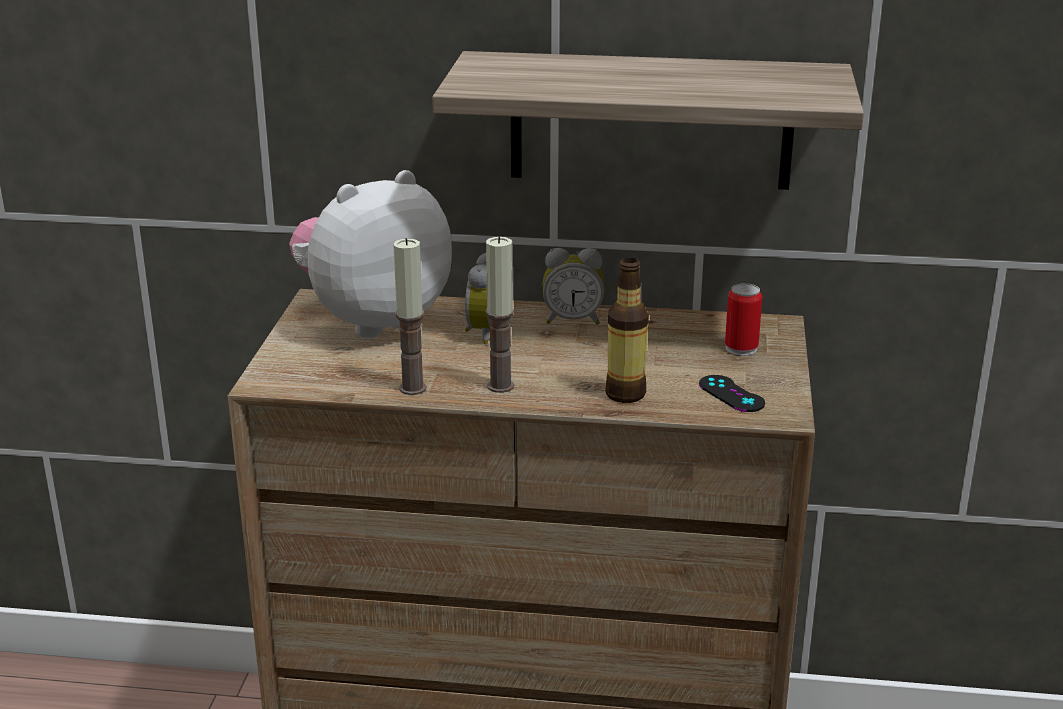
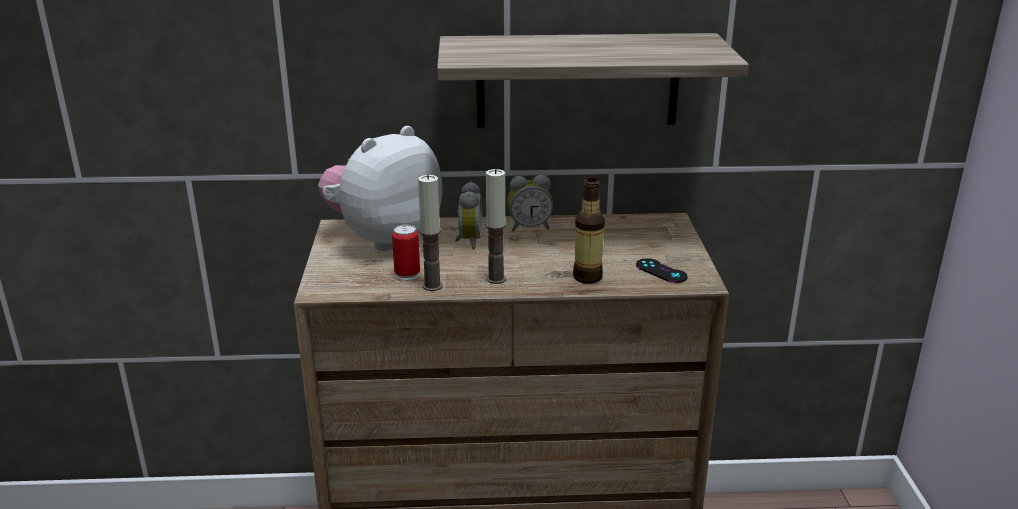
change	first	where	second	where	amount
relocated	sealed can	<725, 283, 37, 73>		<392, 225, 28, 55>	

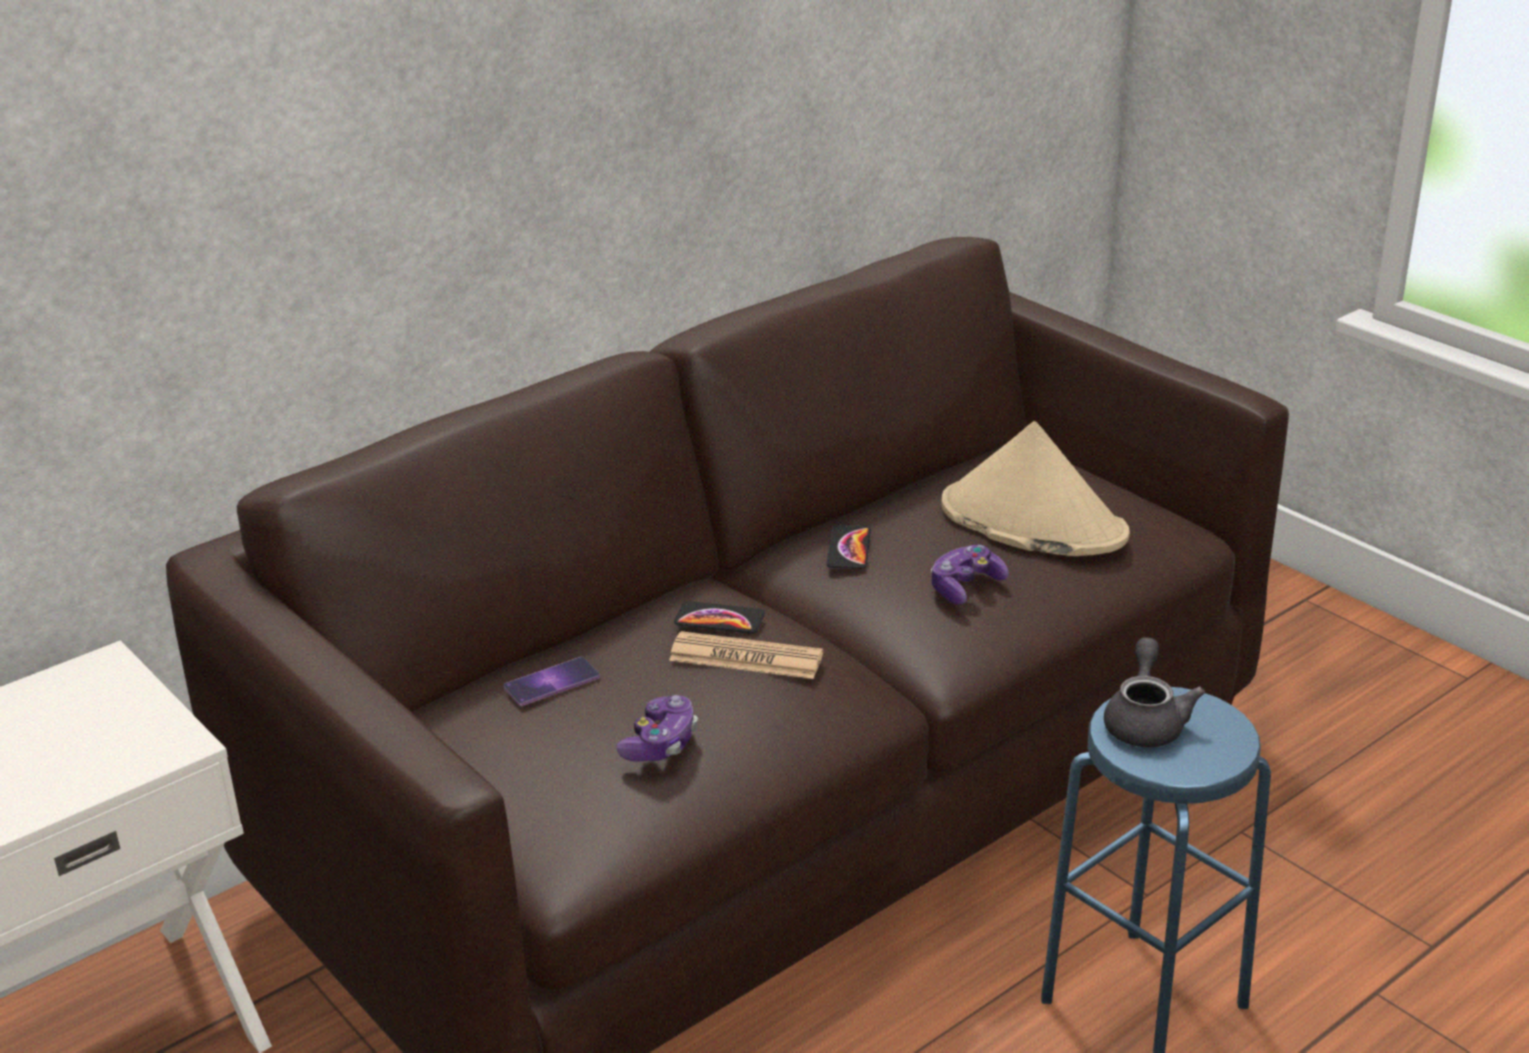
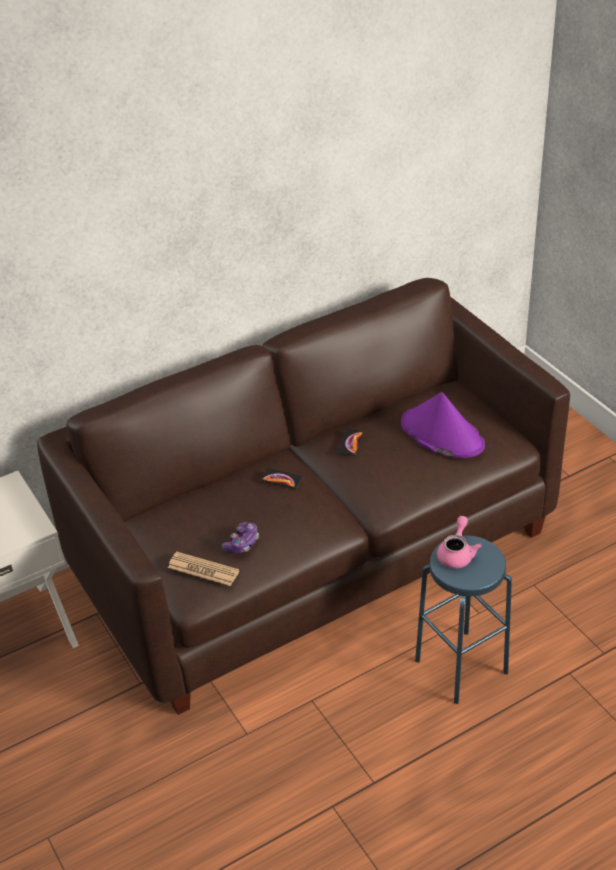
change	first	where	second	where	amount
missing	telephone	<504, 657, 96, 49>			
missing	gamepad	<931, 545, 78, 59>			
relocated	daily paper	<669, 631, 154, 48>		<168, 552, 71, 34>	
colour	wearable hat/sand-coloured	<941, 421, 189, 135>	wearable hat/purple	<401, 392, 84, 66>	
colour	tea pot/grey	<1104, 637, 101, 110>	tea pot/pink	<437, 516, 45, 53>	

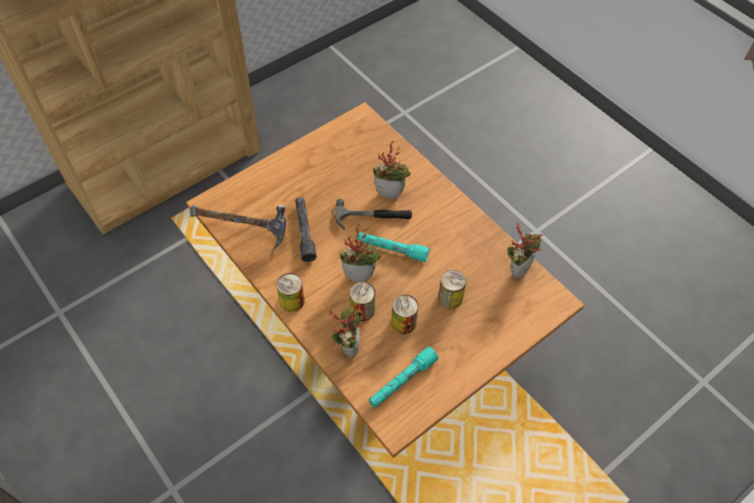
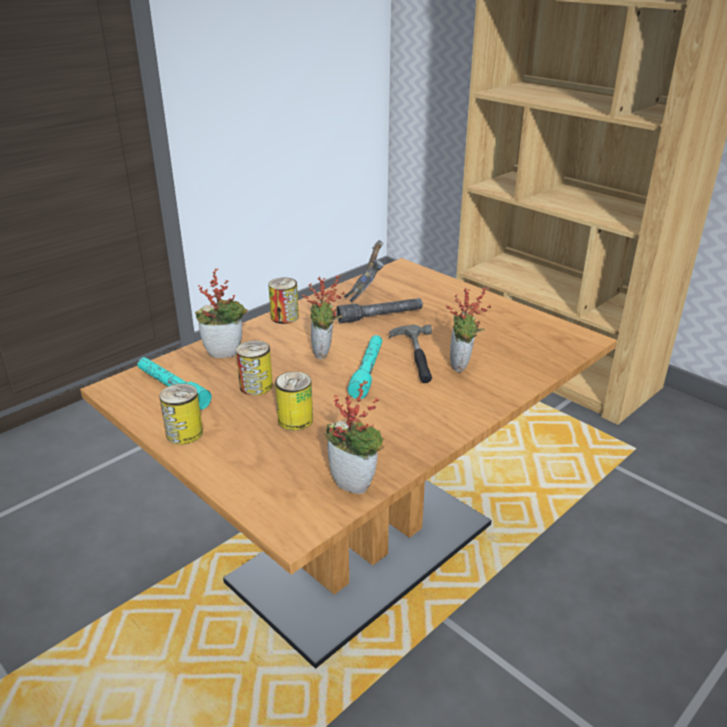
change	first	where	second	where	amount
relocated	sealed can	<350, 282, 25, 39>		<159, 384, 44, 61>	

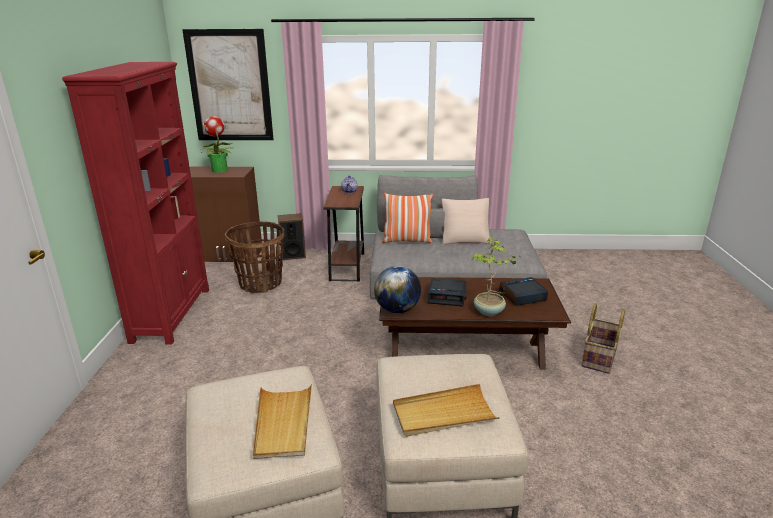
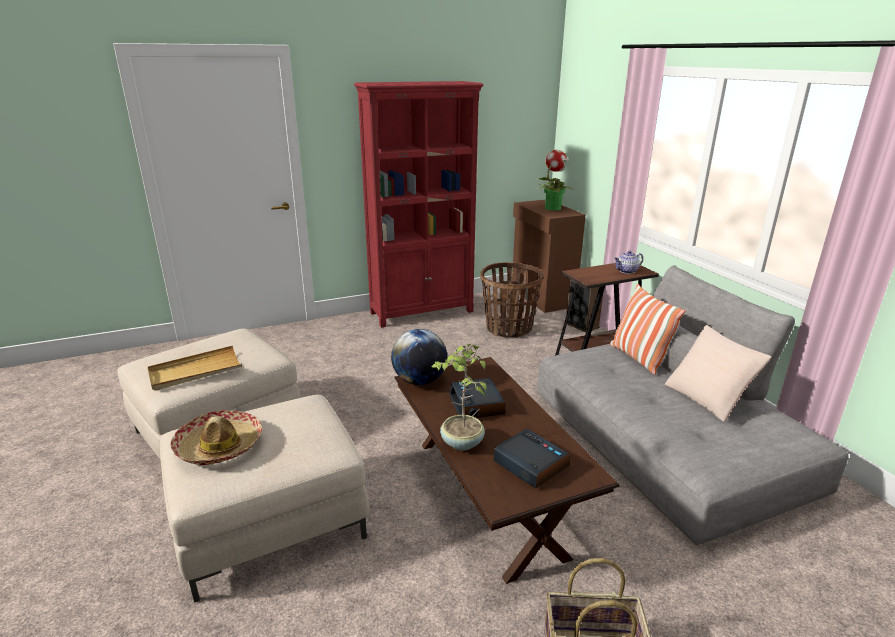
change	first	where	second	where	amount
missing	wall art	<182, 29, 92, 111>			
exchanged	carrying tray/sand-coloured	<393, 384, 107, 53>	wearable hat	<170, 410, 92, 55>	

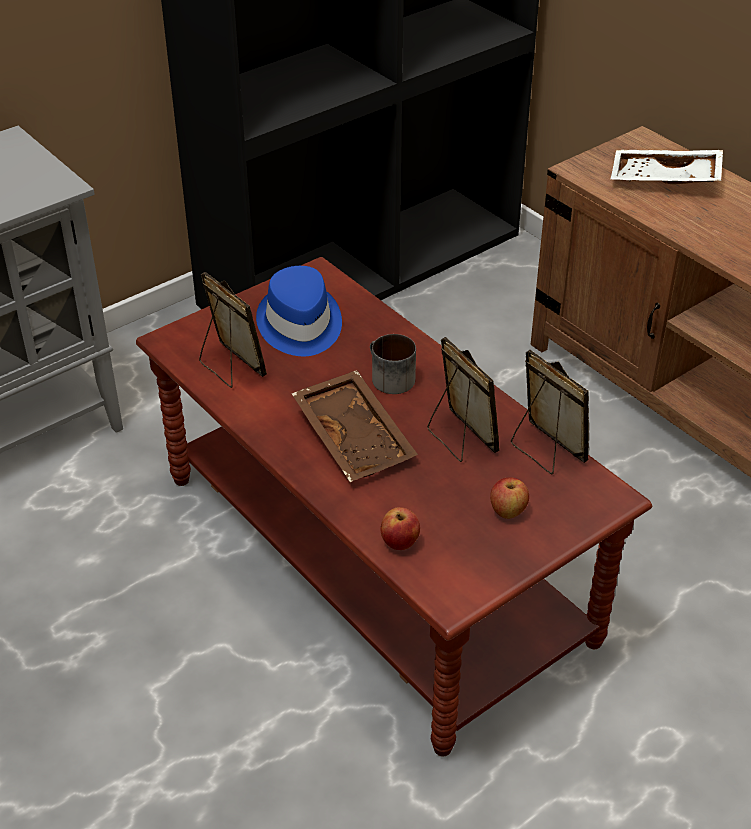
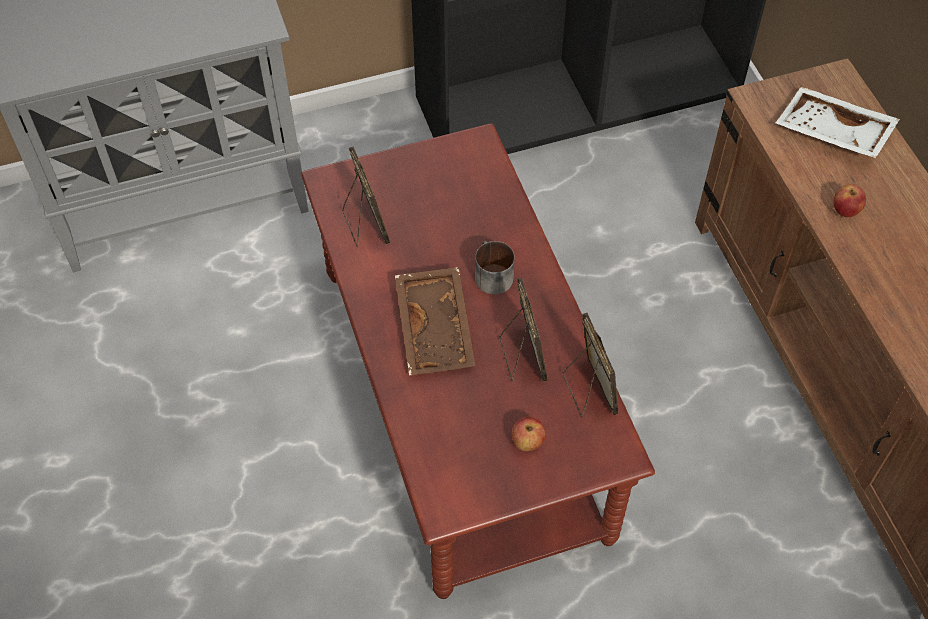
change	first	where	second	where	amount
missing	wearable hat/bluish	<256, 266, 86, 90>			
relocated	apple	<381, 507, 39, 43>		<833, 184, 33, 33>	

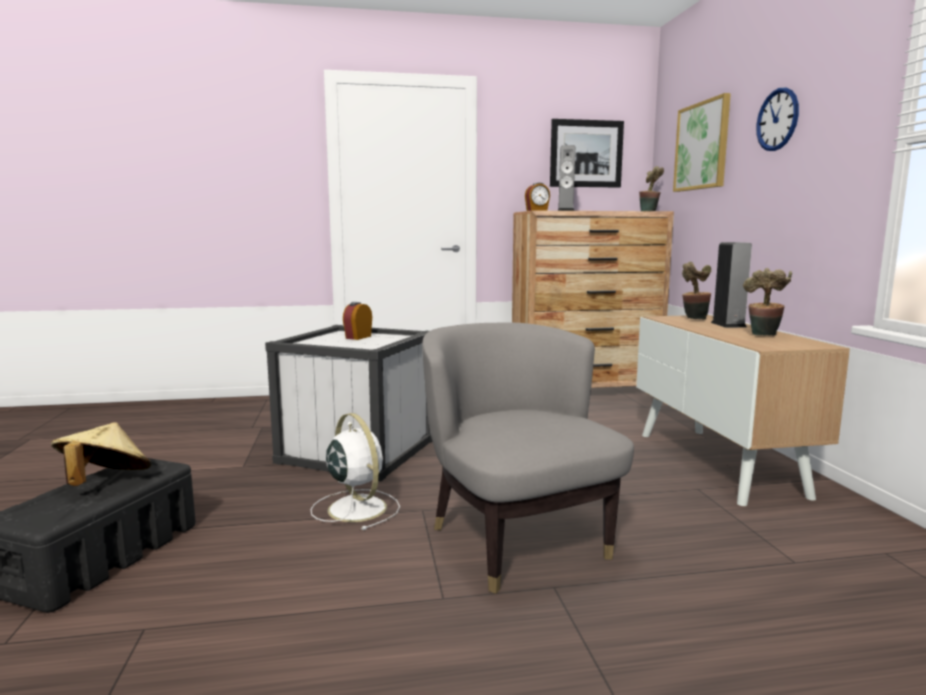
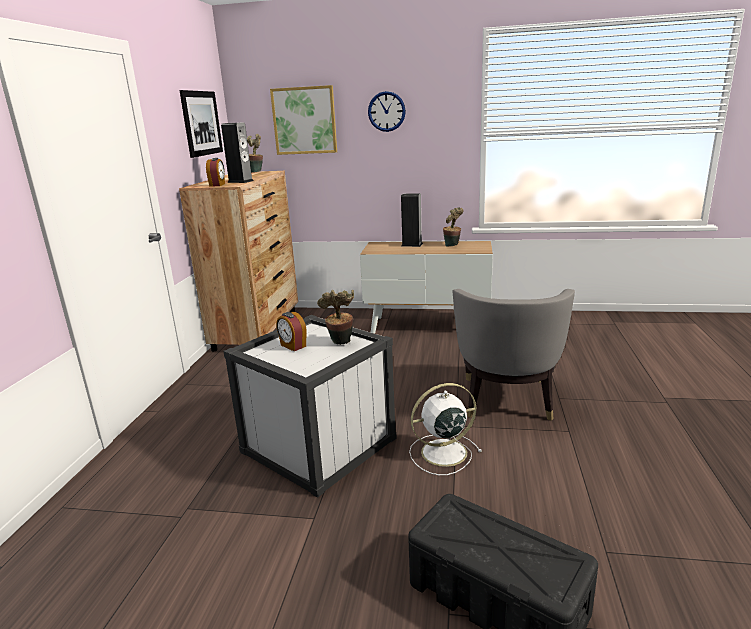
change	first	where	second	where	amount
missing	wearable hat/sand-coloured	<51, 422, 101, 64>			
relocated	plant in a pot	<682, 262, 30, 58>		<317, 290, 37, 55>	
spun	easy chair/grey	<422, 322, 212, 272>		<452, 289, 123, 132>	75 degrees counterclockwise

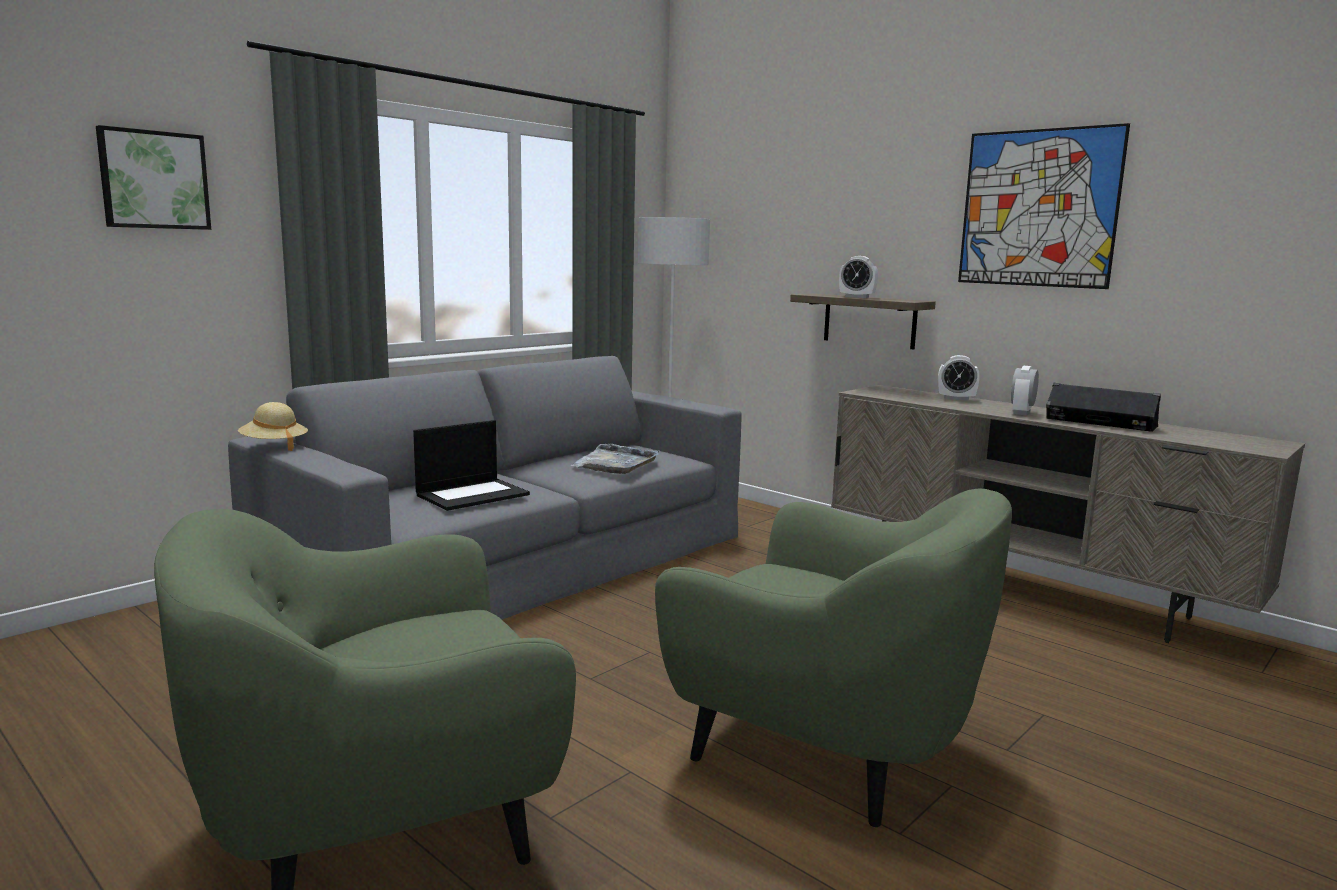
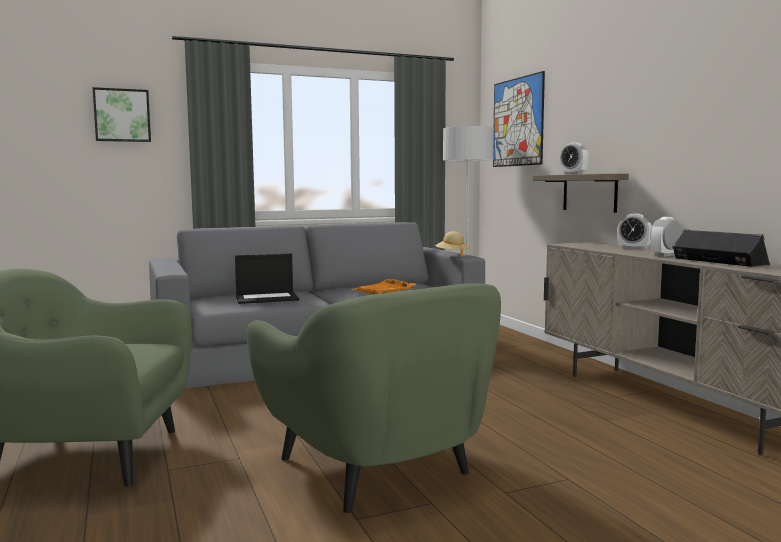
change	first	where	second	where	amount
relocated	wearable hat/sand-coloured	<238, 402, 70, 49>		<435, 231, 35, 26>	
relocated	wall art	<958, 123, 172, 166>		<493, 71, 52, 96>	
colour	carrying tray/grey	<570, 444, 90, 30>	carrying tray/orangey	<353, 279, 63, 15>	

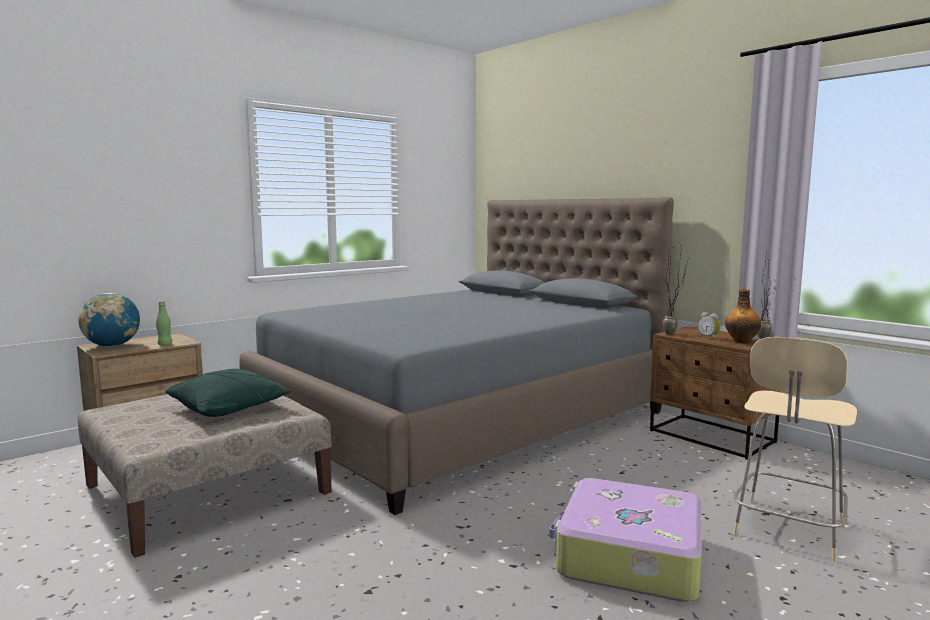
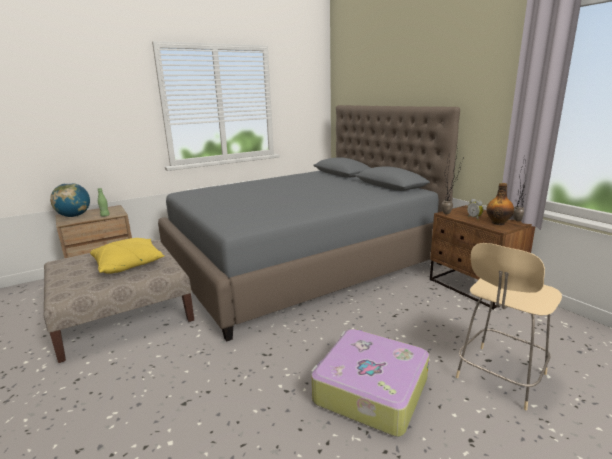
change	first	where	second	where	amount
colour	pillow/greenish	<165, 369, 127, 48>	pillow/yellowish	<90, 238, 75, 36>	

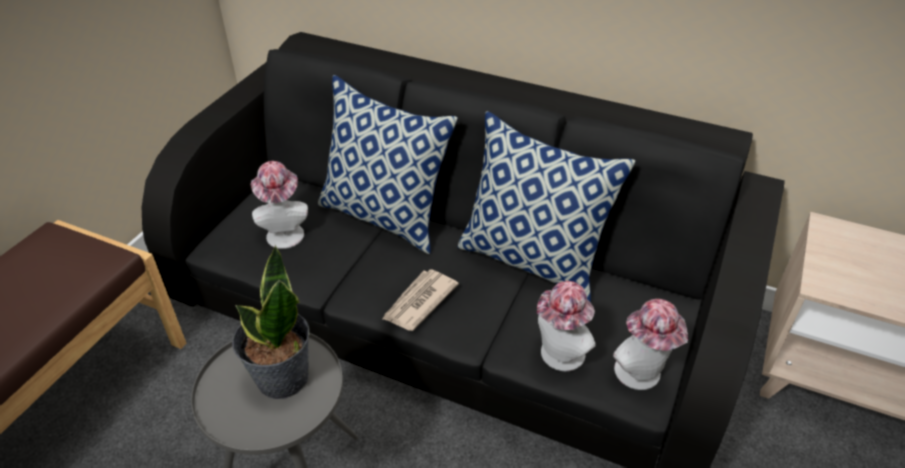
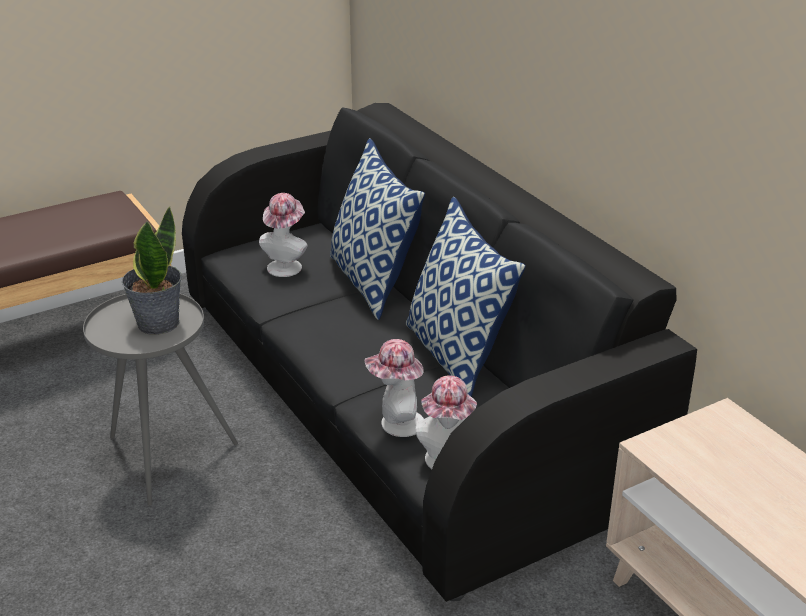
change	first	where	second	where	amount
missing	daily paper	<382, 269, 77, 62>			

